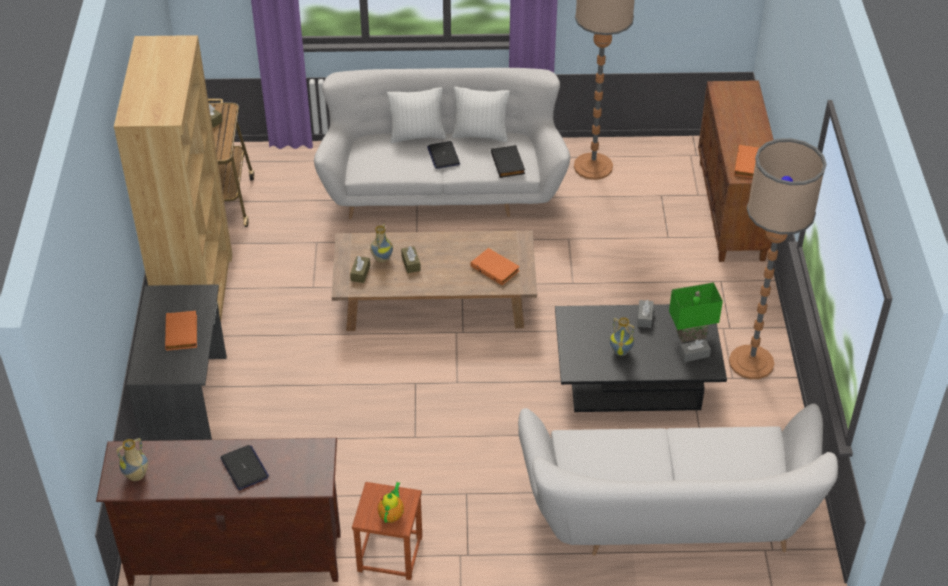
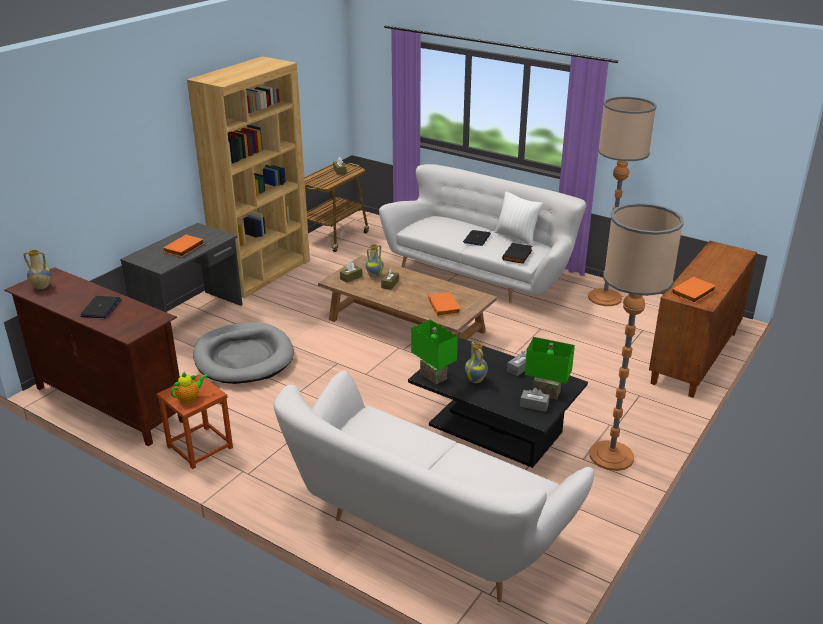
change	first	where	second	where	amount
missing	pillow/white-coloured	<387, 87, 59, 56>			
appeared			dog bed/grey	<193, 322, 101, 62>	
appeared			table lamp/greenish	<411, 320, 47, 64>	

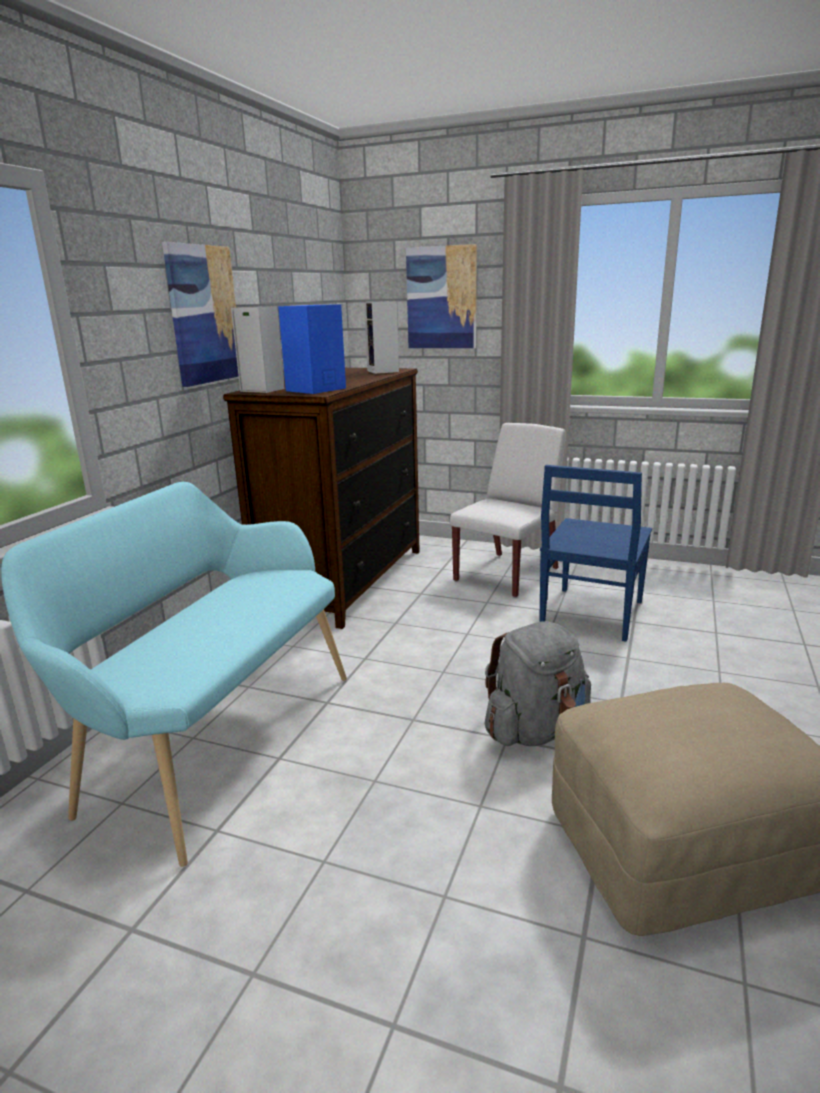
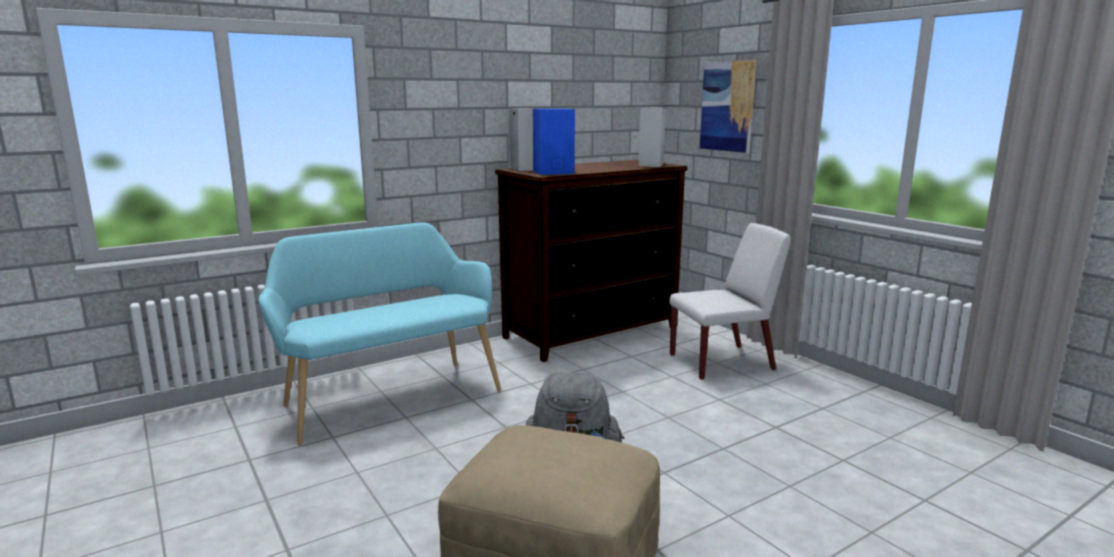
change	first	where	second	where	amount
missing	wall art	<162, 242, 77, 145>			
missing	chair/bluish	<539, 465, 113, 177>			

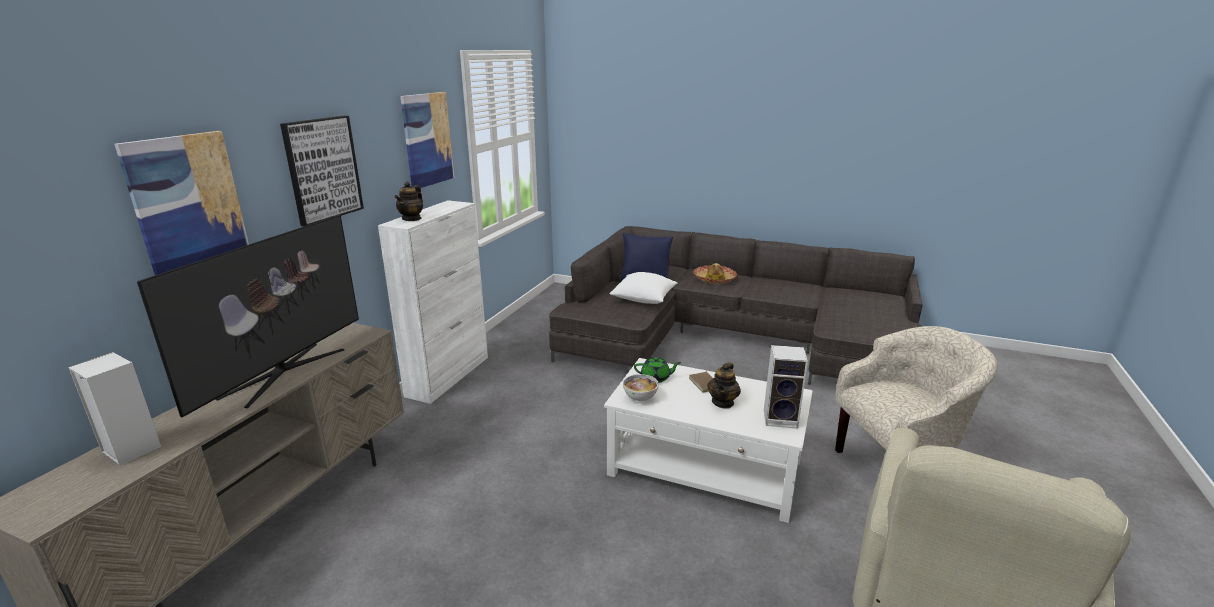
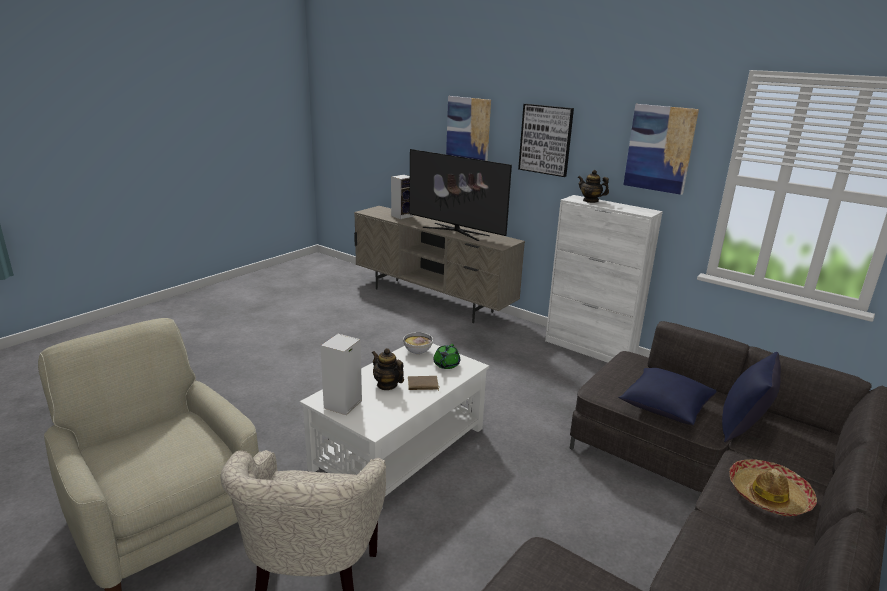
change	first	where	second	where	amount
colour	pillow/white-coloured	<609, 272, 68, 32>	pillow/bluish	<618, 368, 99, 57>	

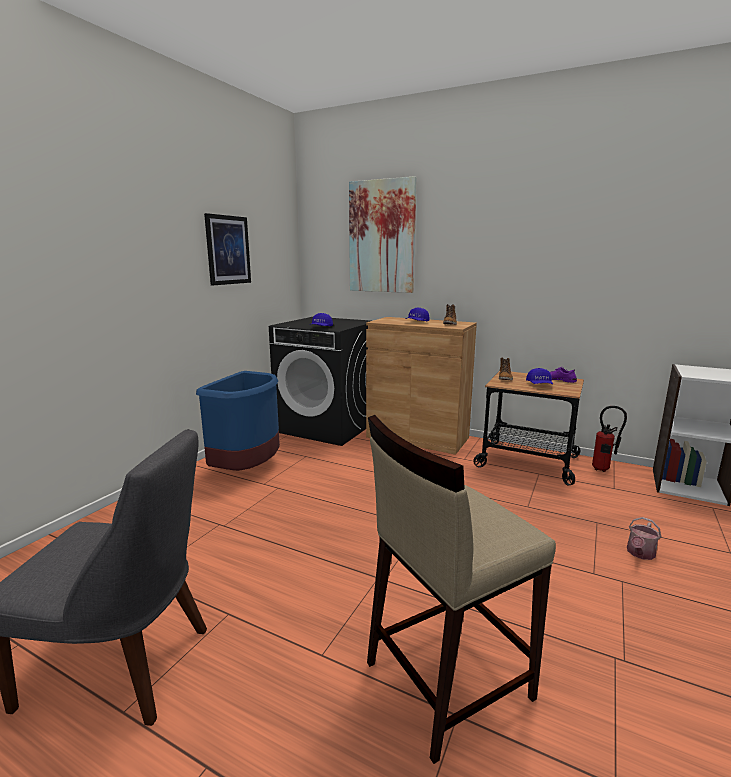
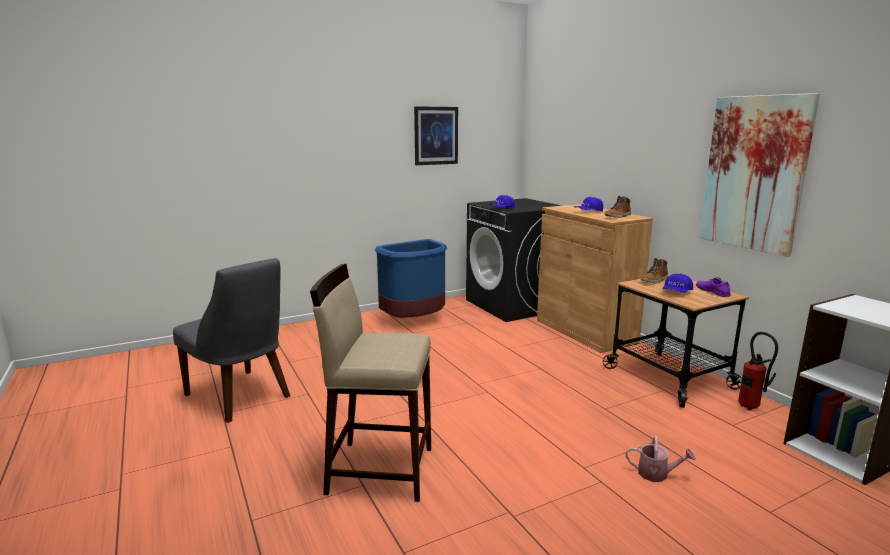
change	first	where	second	where	amount
relocated	wall art	<349, 176, 68, 117>		<699, 93, 121, 164>	
spun	watering can	<627, 517, 34, 43>		<626, 436, 70, 46>	150 degrees counterclockwise

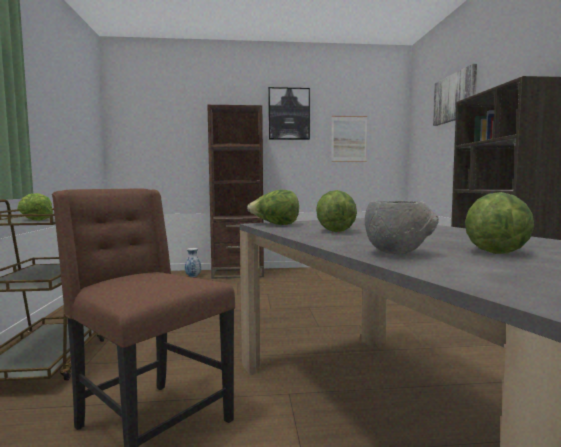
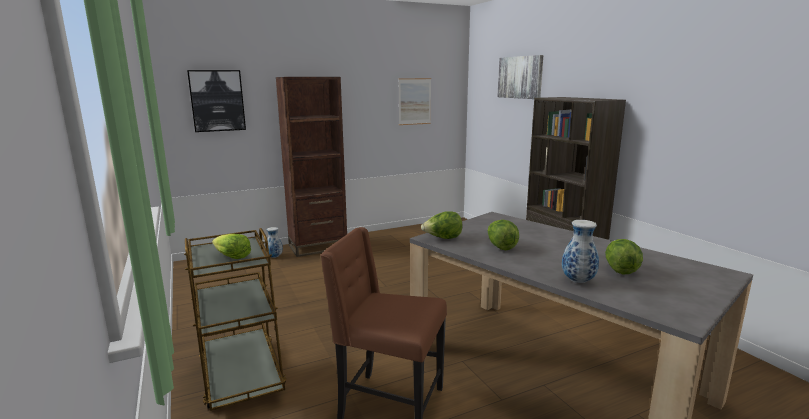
change	first	where	second	where	amount
relocated	wall art	<268, 87, 42, 53>		<187, 70, 59, 62>	
exchanged	bowl/grey	<365, 201, 74, 53>	flower vase	<562, 220, 37, 63>	

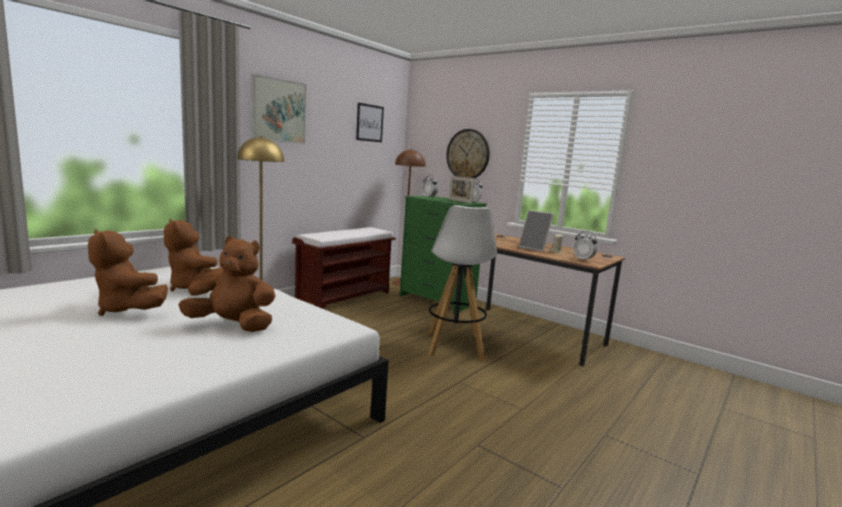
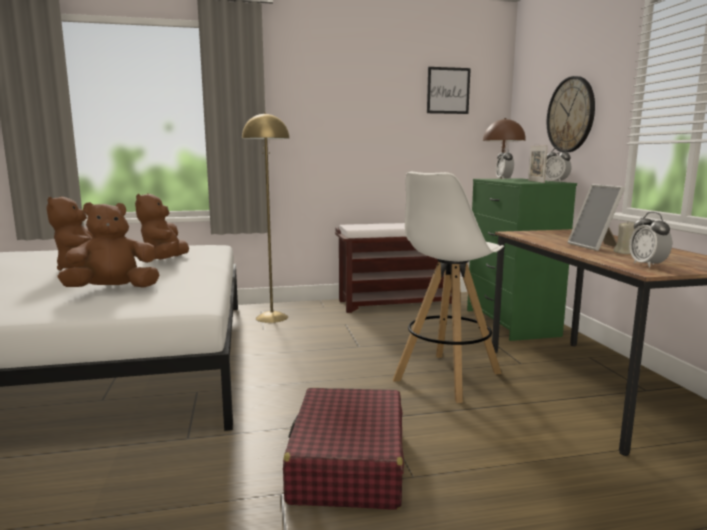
change	first	where	second	where	amount
missing	wall art	<251, 74, 55, 70>			
appeared			piece of luggage/red-coloured	<283, 388, 121, 122>	
spun	cuddly toy/brownish	<179, 236, 96, 96>		<58, 202, 102, 86>	75 degrees counterclockwise

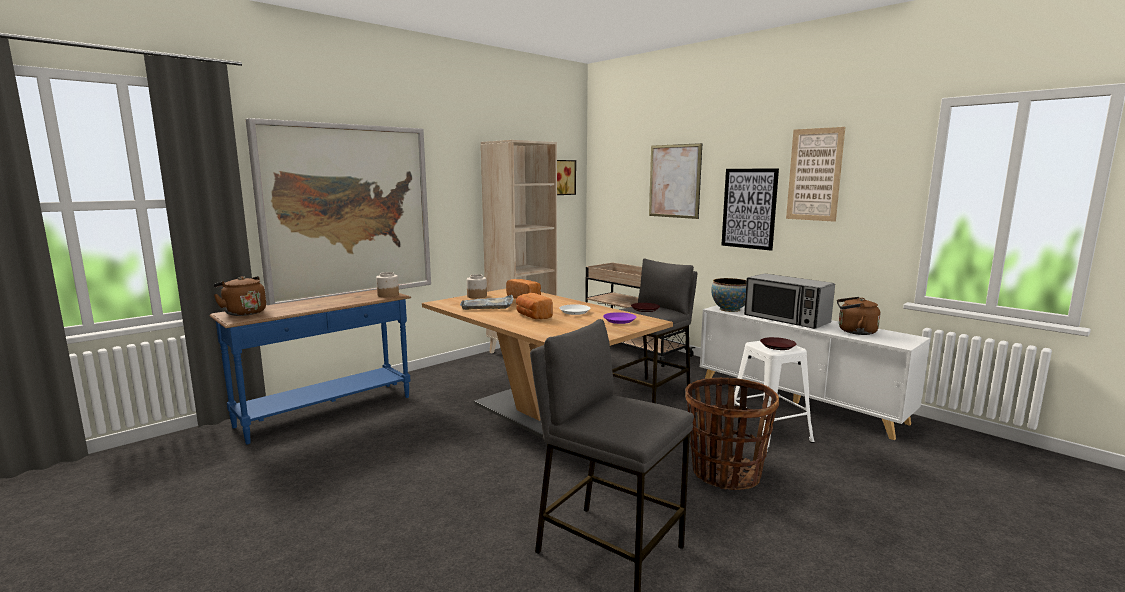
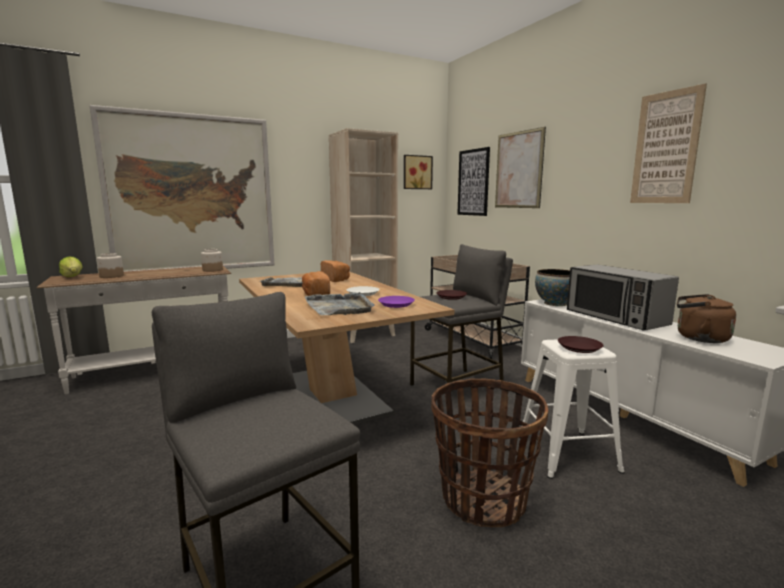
change	first	where	second	where	amount
appeared			carrying tray/grey	<305, 292, 70, 23>	
relocated	jar	<467, 274, 20, 25>		<97, 253, 27, 25>	
relocated	wall art	<722, 168, 57, 83>		<457, 147, 33, 69>	
exchanged	tea kettle/brownish	<214, 276, 52, 40>	lettuce	<59, 256, 24, 21>	
colour	console table/bluish	<209, 290, 202, 154>	console table/white-coloured	<37, 266, 194, 128>	

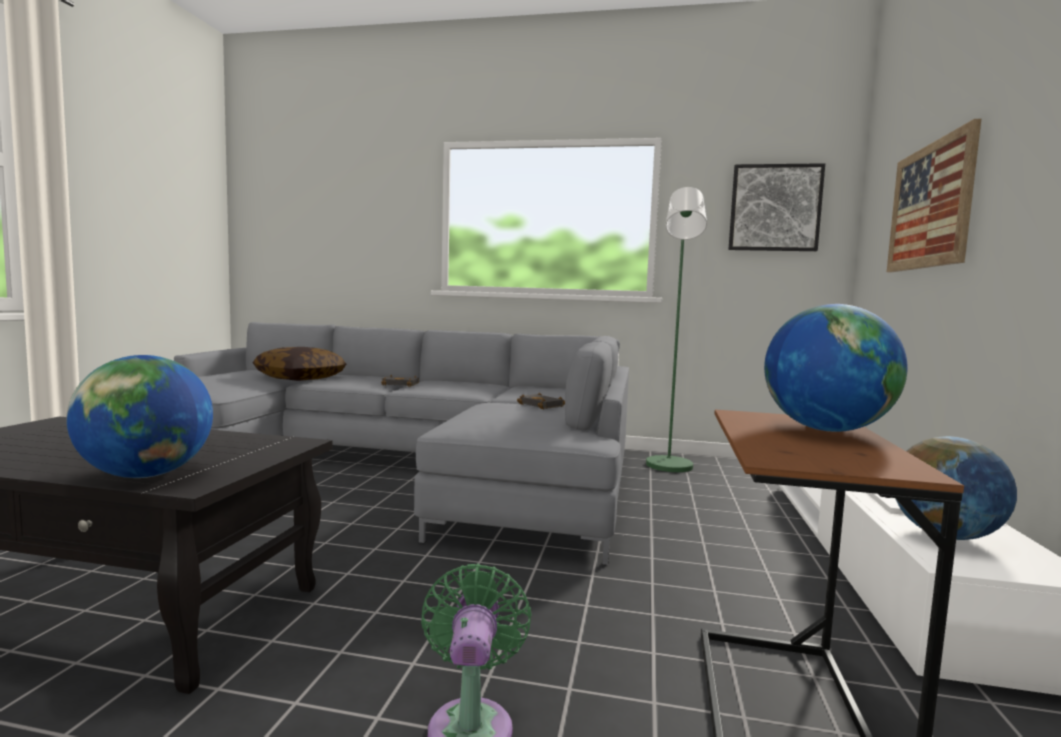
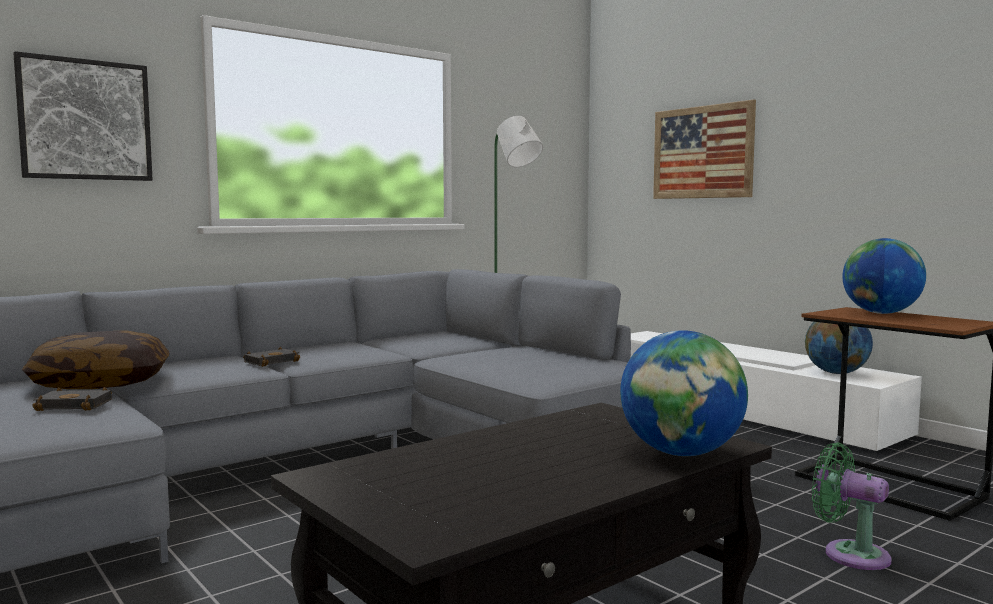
change	first	where	second	where	amount
relocated	book/blackish	<517, 393, 48, 16>		<32, 387, 80, 24>	
relocated	wall art	<728, 163, 97, 88>		<13, 51, 140, 130>	

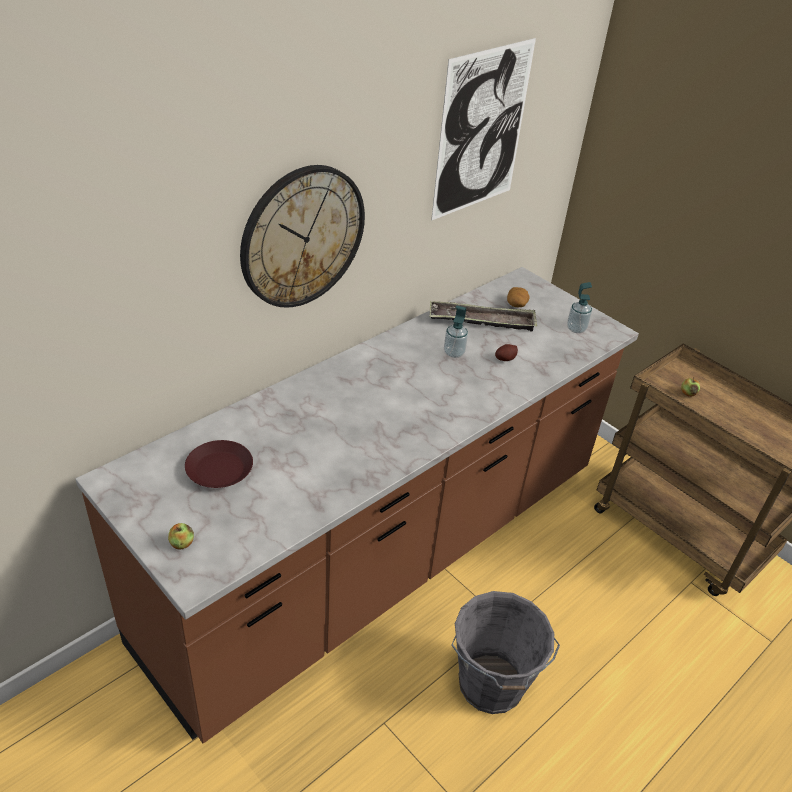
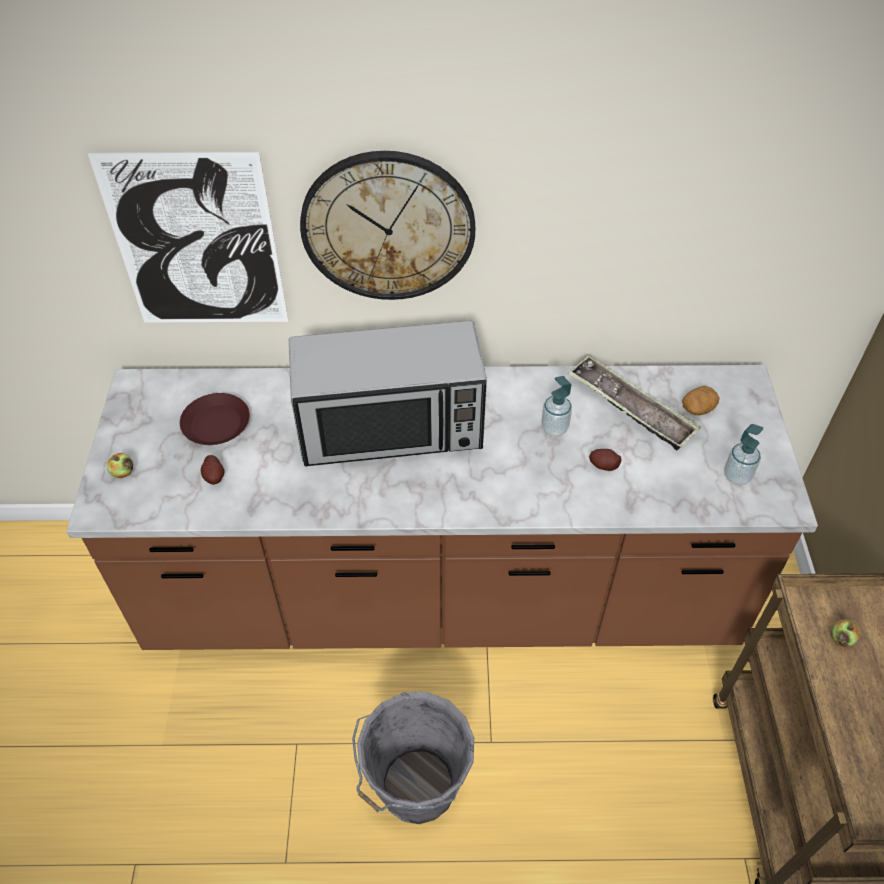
change	first	where	second	where	amount
appeared			whole potato	<201, 455, 23, 30>	
appeared			kitchen microwave	<289, 321, 198, 145>	
relocated	wall art	<431, 38, 105, 182>		<88, 152, 201, 171>	

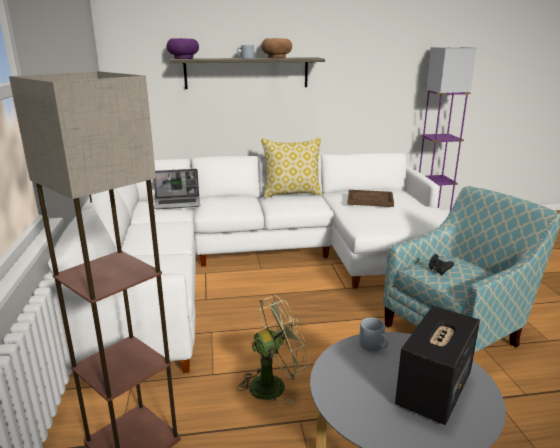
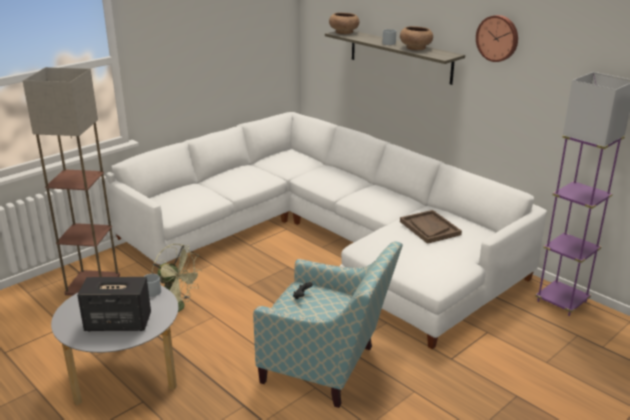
change	first	where	second	where	amount
missing	notebook computer	<154, 169, 46, 40>			
missing	pillow	<261, 137, 62, 61>			
appeared			wall clock	<476, 15, 42, 47>	
colour	bowl/purple	<166, 38, 33, 21>	bowl/brownish	<329, 13, 30, 21>	

